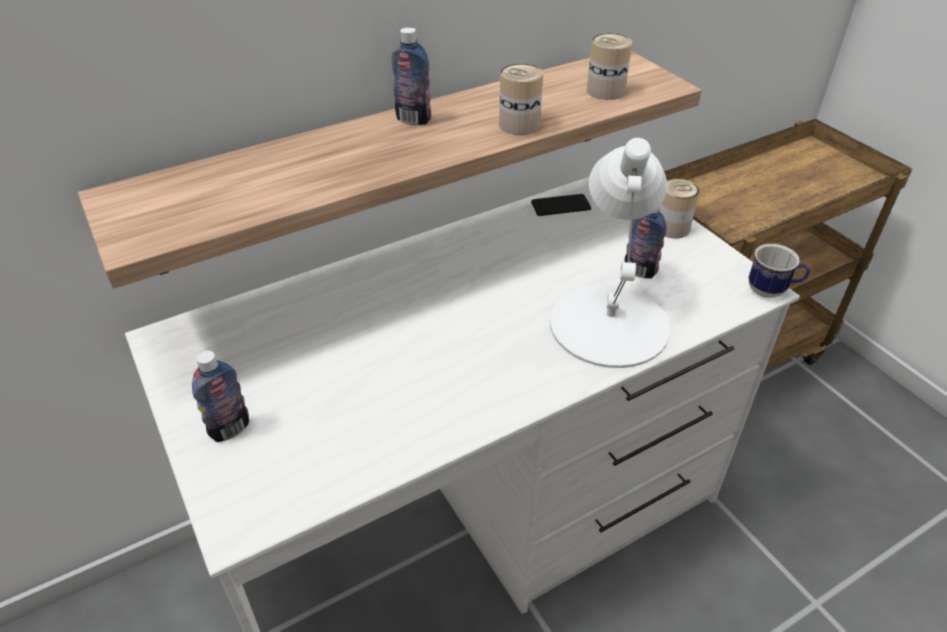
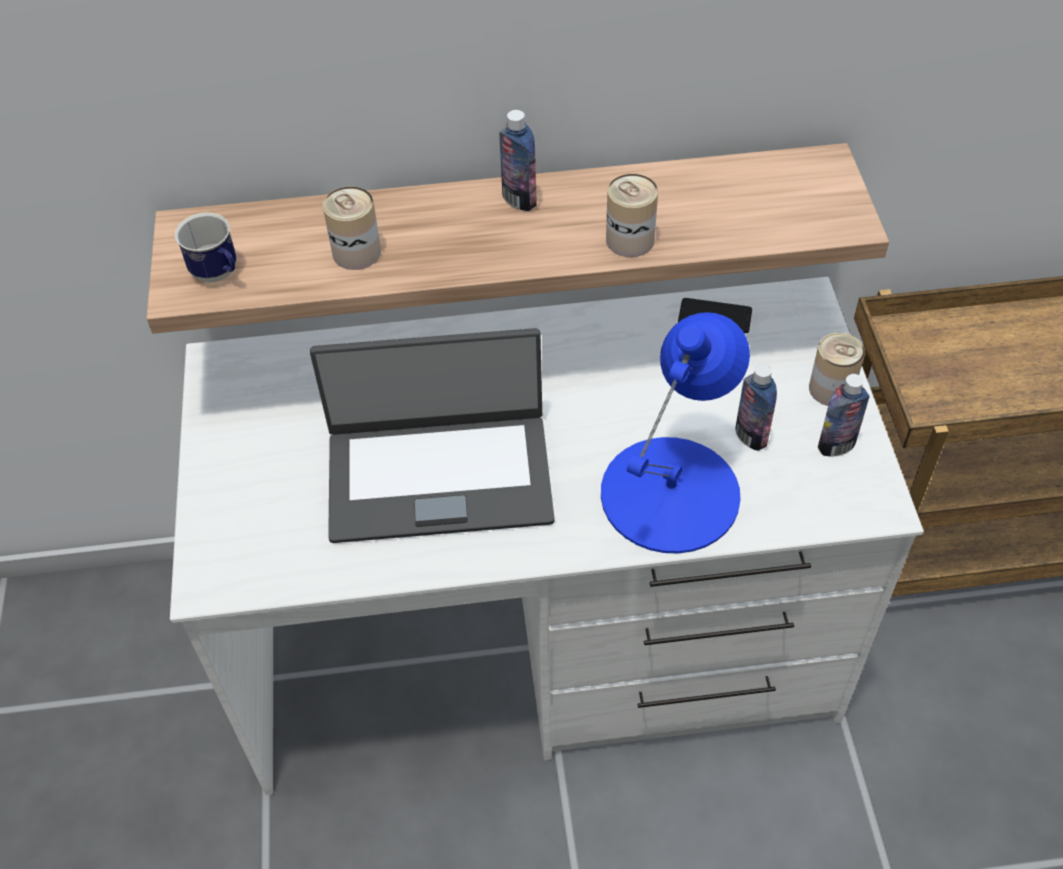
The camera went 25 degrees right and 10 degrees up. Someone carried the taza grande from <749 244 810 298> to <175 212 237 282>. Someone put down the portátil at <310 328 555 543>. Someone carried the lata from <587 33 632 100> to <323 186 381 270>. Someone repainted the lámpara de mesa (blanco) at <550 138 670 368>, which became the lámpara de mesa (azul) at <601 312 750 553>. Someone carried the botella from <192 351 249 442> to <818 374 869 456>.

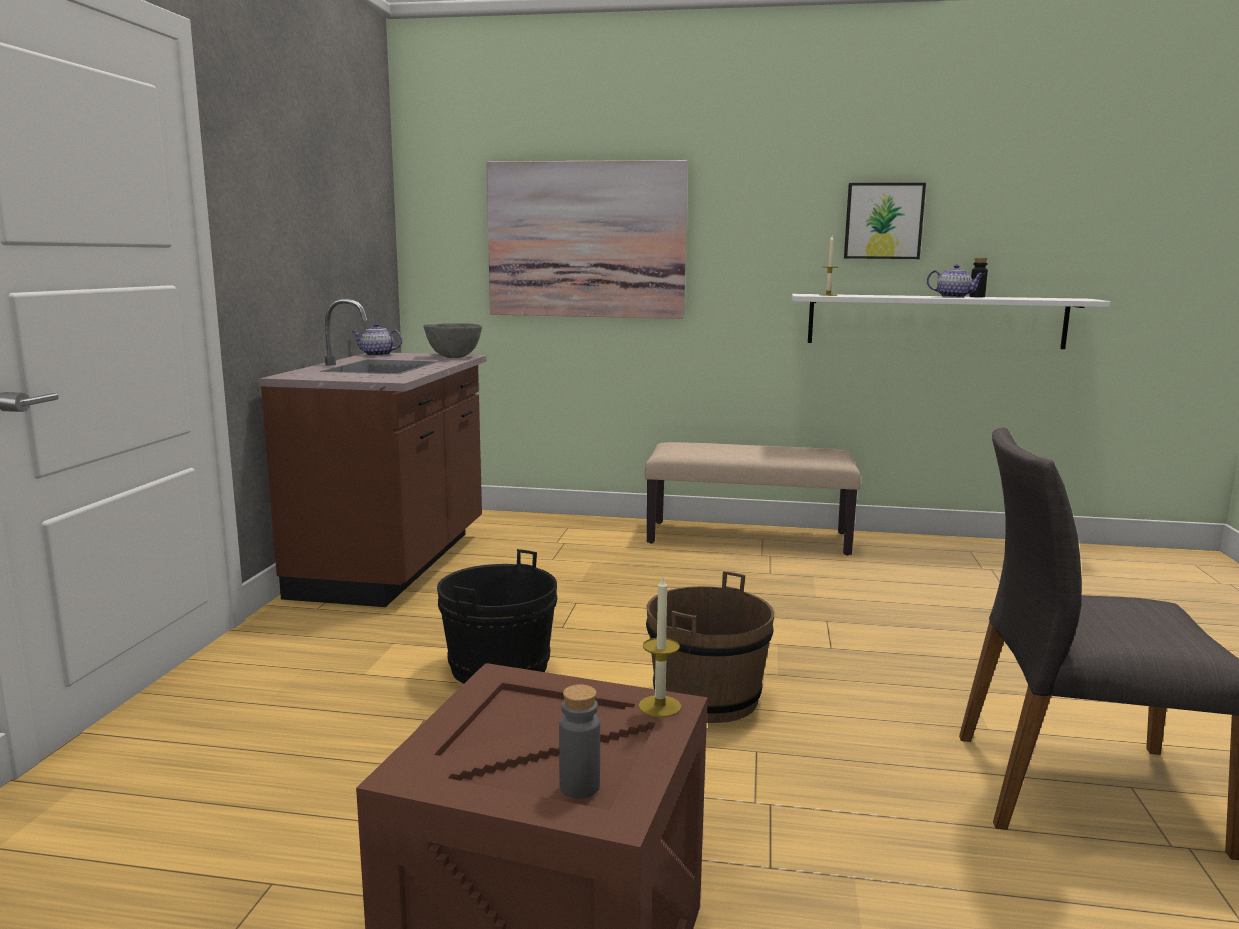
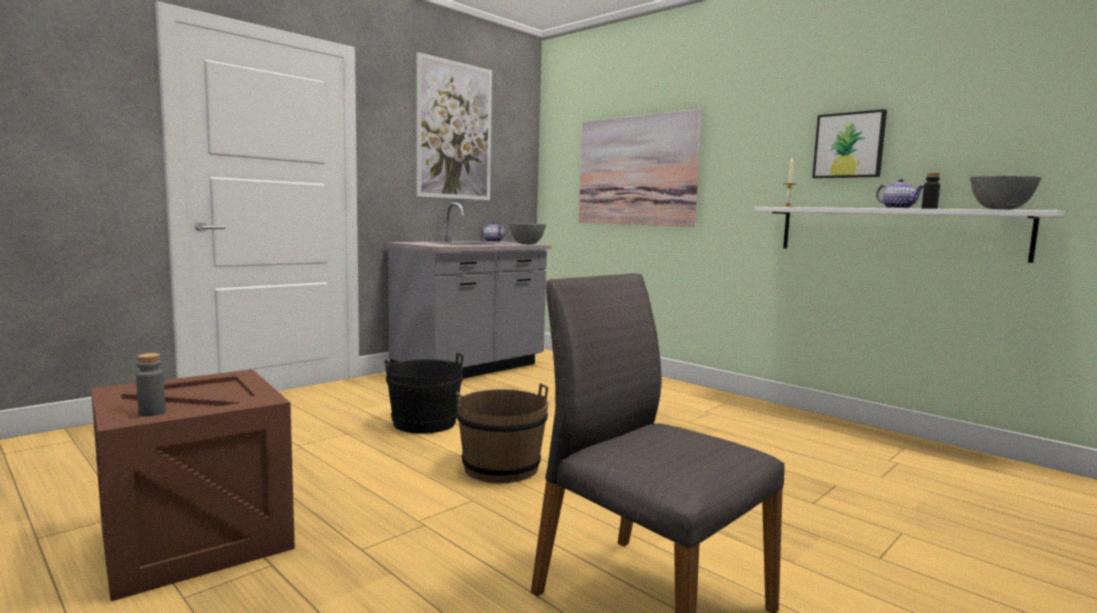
The camera went 35 degrees right and 5 degrees down. Someone repainted the mueble bajo de cocina (marrón) at <259 298 487 607>, which became the mueble bajo de cocina (gris) at <387 202 552 379>. Someone put up the cuadro at <417 52 492 200>. Someone put down the cuenco (gris) at <970 175 1041 210>. Someone took away the vela at <638 577 681 718>. Someone took away the banco (beis) at <645 442 861 555>.

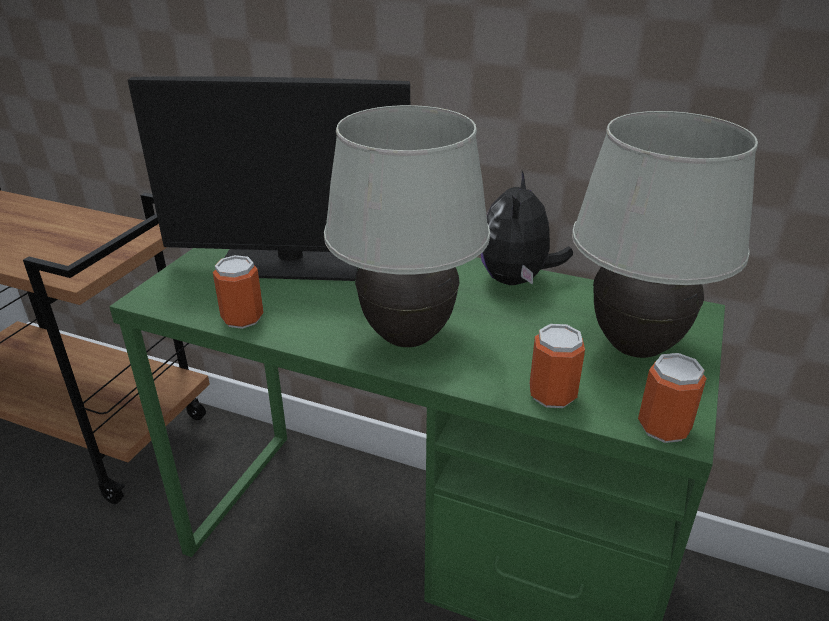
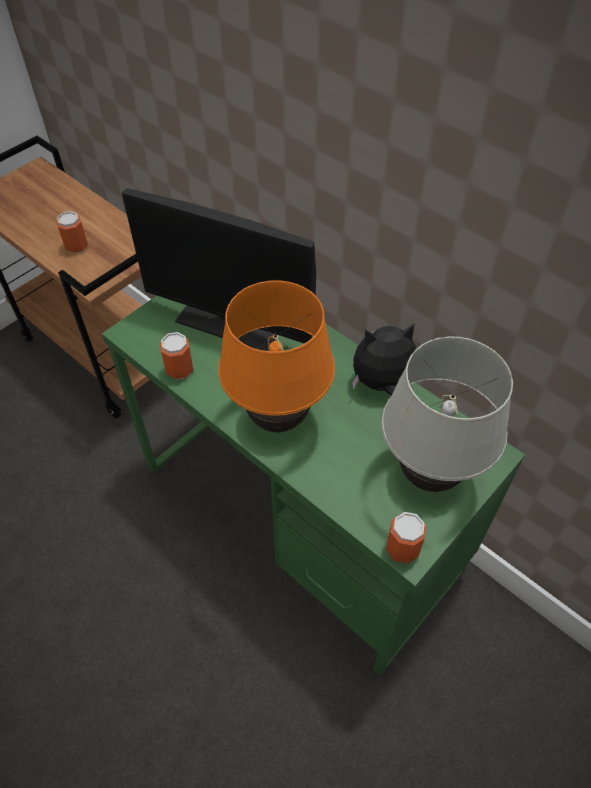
The camera went 20 degrees right and 20 degrees up. Someone carried the lata from <530 324 585 408> to <56 211 88 254>. Someone repainted the lámpara de mesa (blanco) at <324 105 490 347>, which became the lámpara de mesa (naranja) at <218 280 335 433>. Someone rotated the peluche at <481 171 573 285> by 45 degrees clockwise.

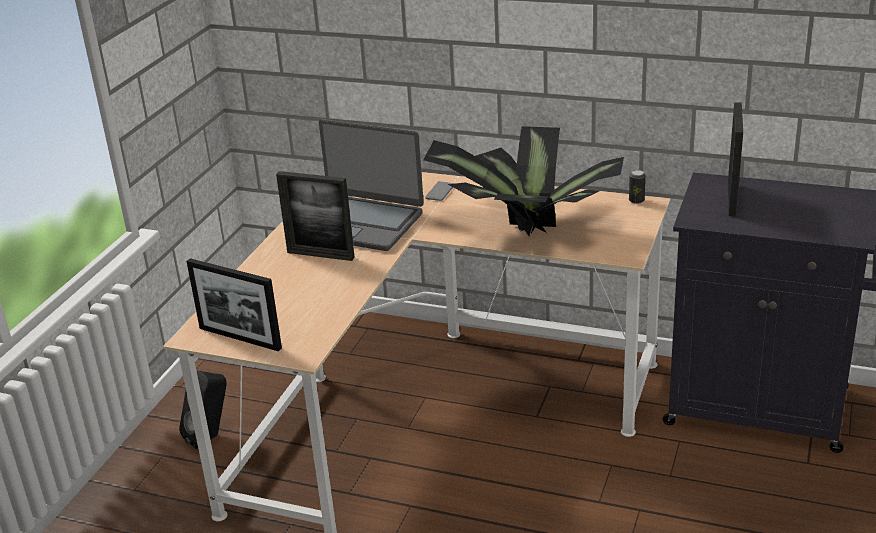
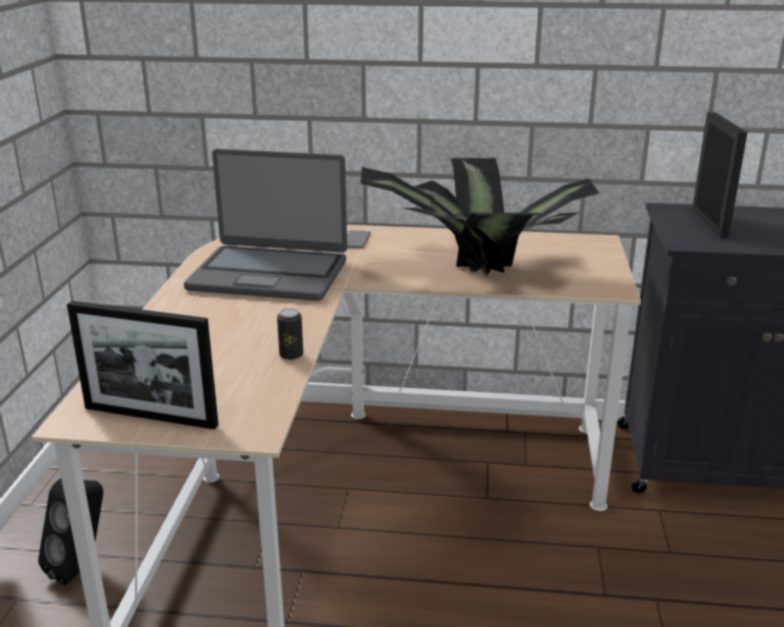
The camera went 15 degrees left and 5 degrees down. Someone carried the lata from <629 170 646 204> to <277 309 303 360>. Someone took away the portarretratos at <276 171 355 261>.

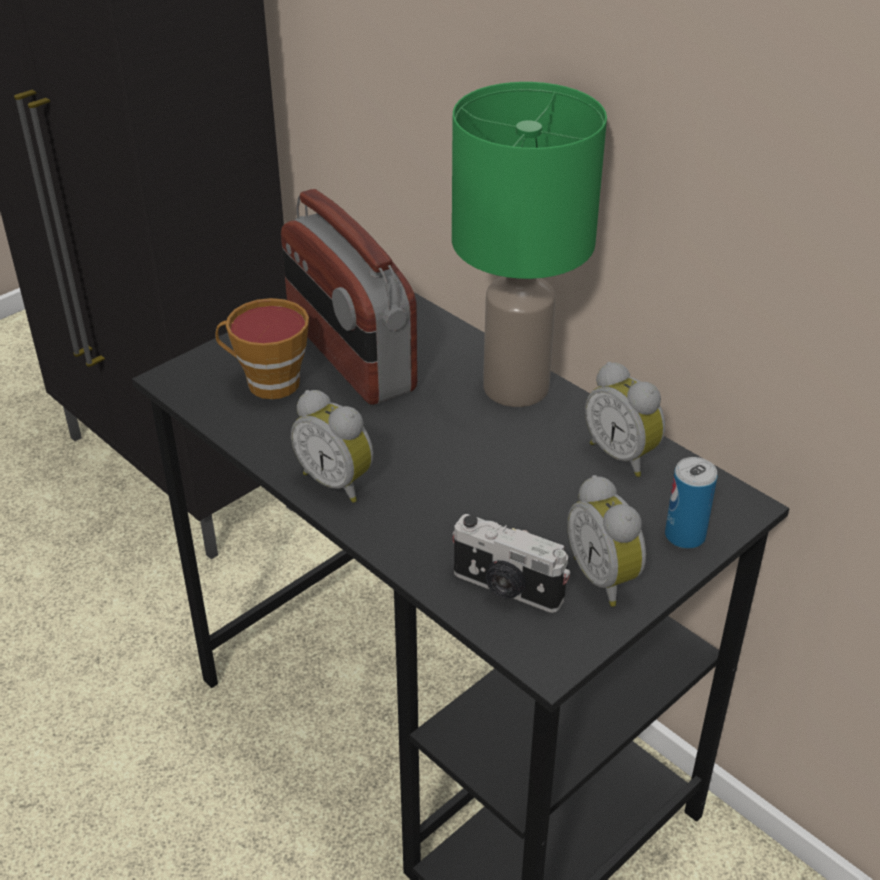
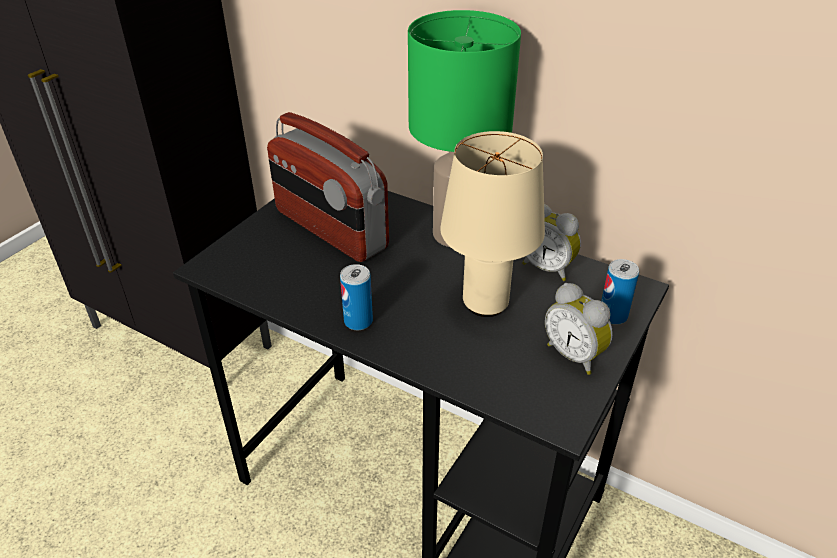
The camera went 15 degrees left and 0 degrees up. Someone swapped the despertador at <291 390 373 503> for the lata at <340 264 373 330>. Someone put down the lámpara de mesa (beis) at <440 131 545 317>. Someone took away the taza at <215 298 309 399>. Someone took away the cámara at <452 514 570 613>.

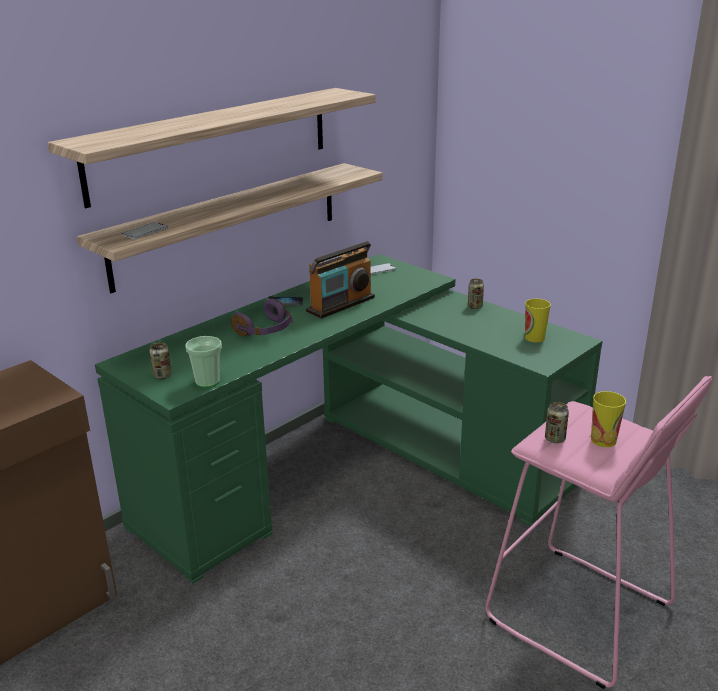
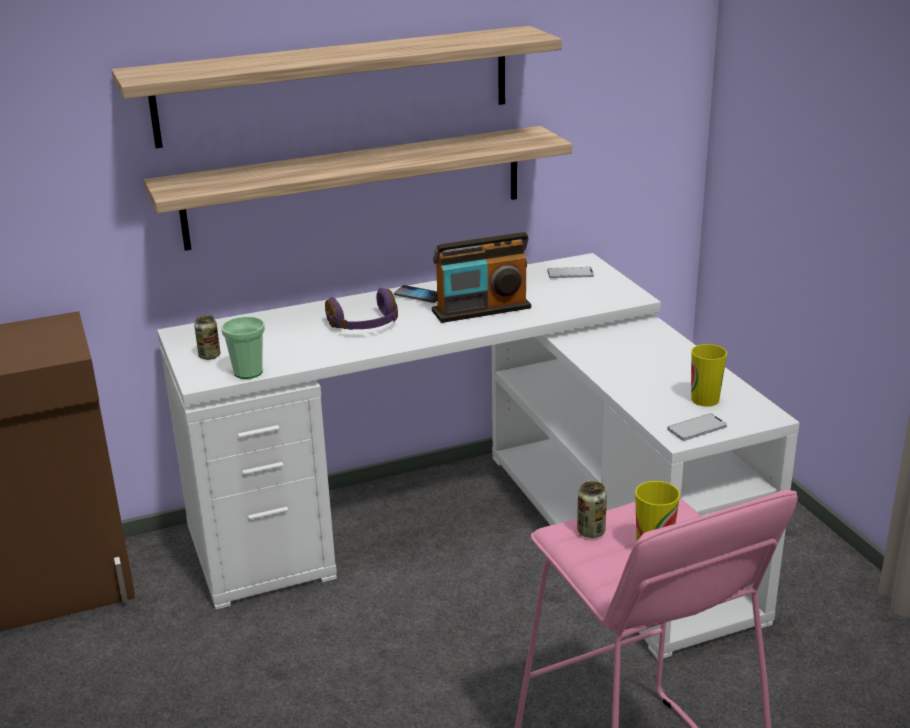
The camera went 25 degrees right and 0 degrees up. Someone repainted the escritorio (verde) at <95 254 602 584>, which became the escritorio (blanco) at <157 253 800 660>. Someone carried the móvil from <121 222 168 239> to <667 414 727 441>. Someone took away the lata at <468 279 484 309>.

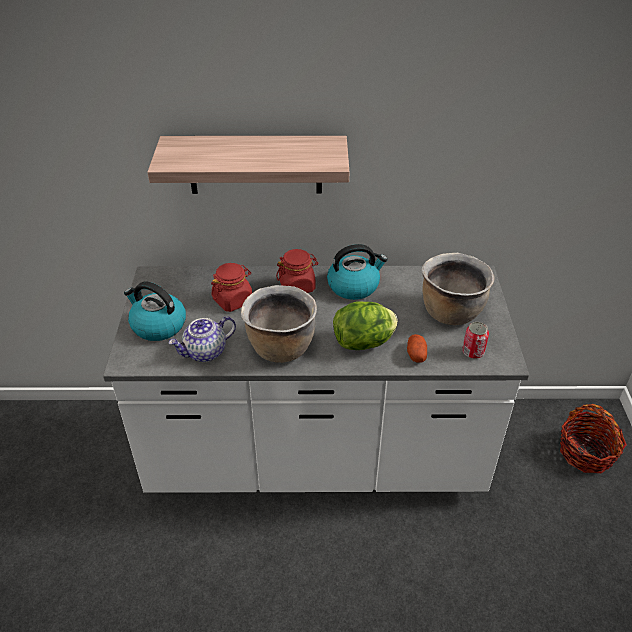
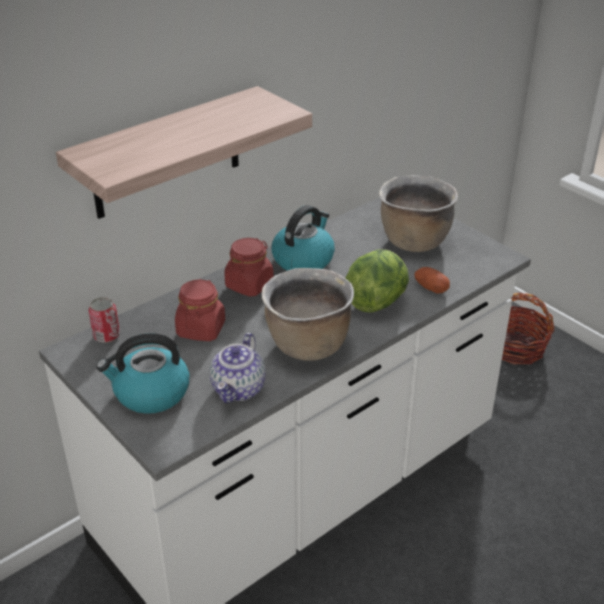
The camera went 40 degrees left and 5 degrees down. Someone carried the lata from <462 322 489 359> to <88 297 120 343>.

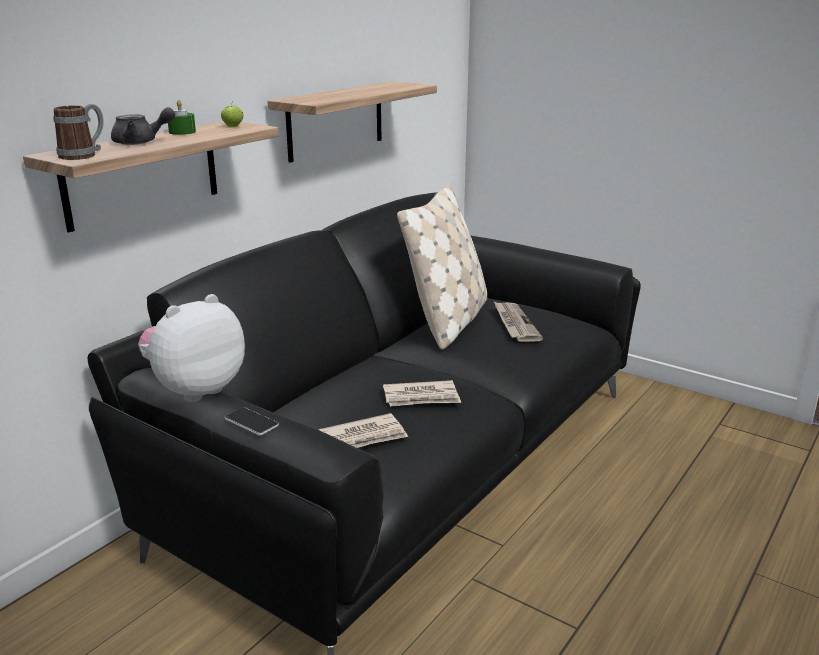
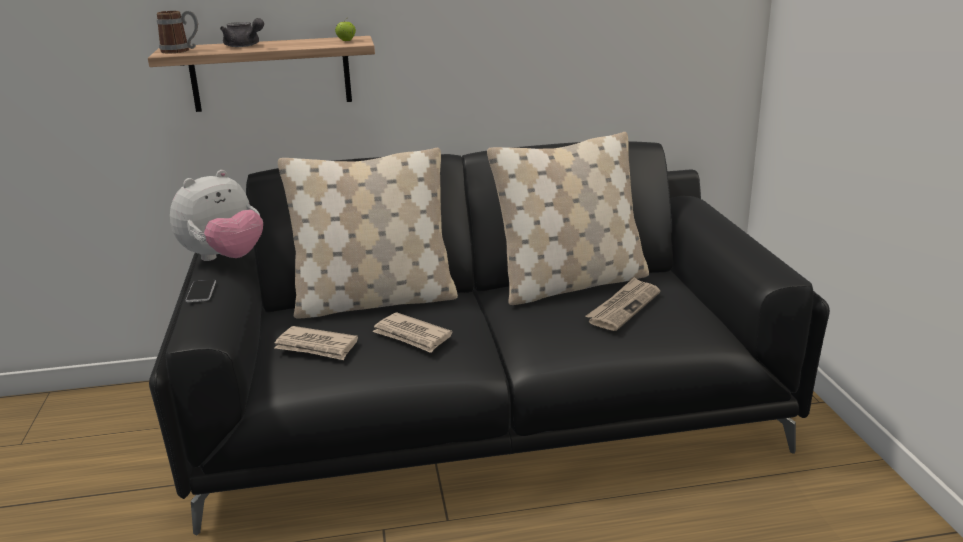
The camera went 45 degrees right and 0 degrees up. Someone rotated the peluche at <138 294 245 402> by 135 degrees clockwise. Someone put down the cojín (beis) at <278 148 458 319>. Someone took away the vela (verde) at <168 100 196 135>. Someone took away the estante at <267 81 437 163>.

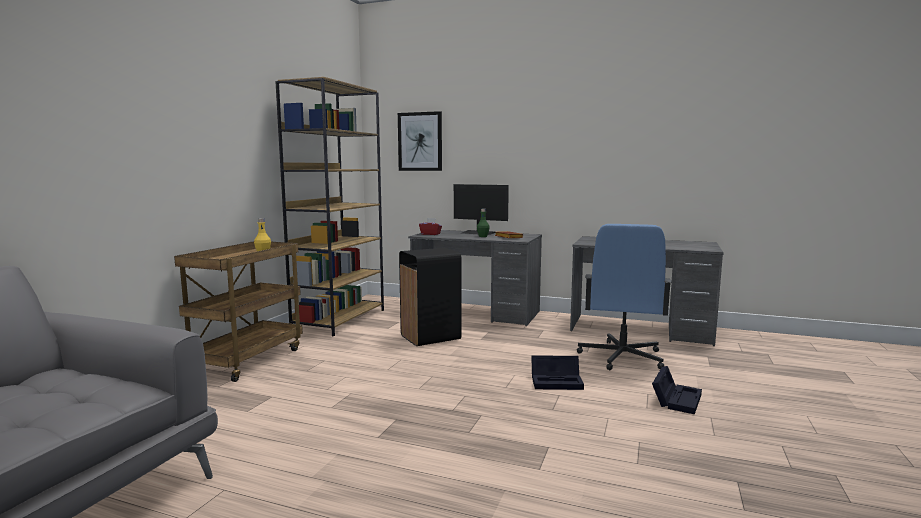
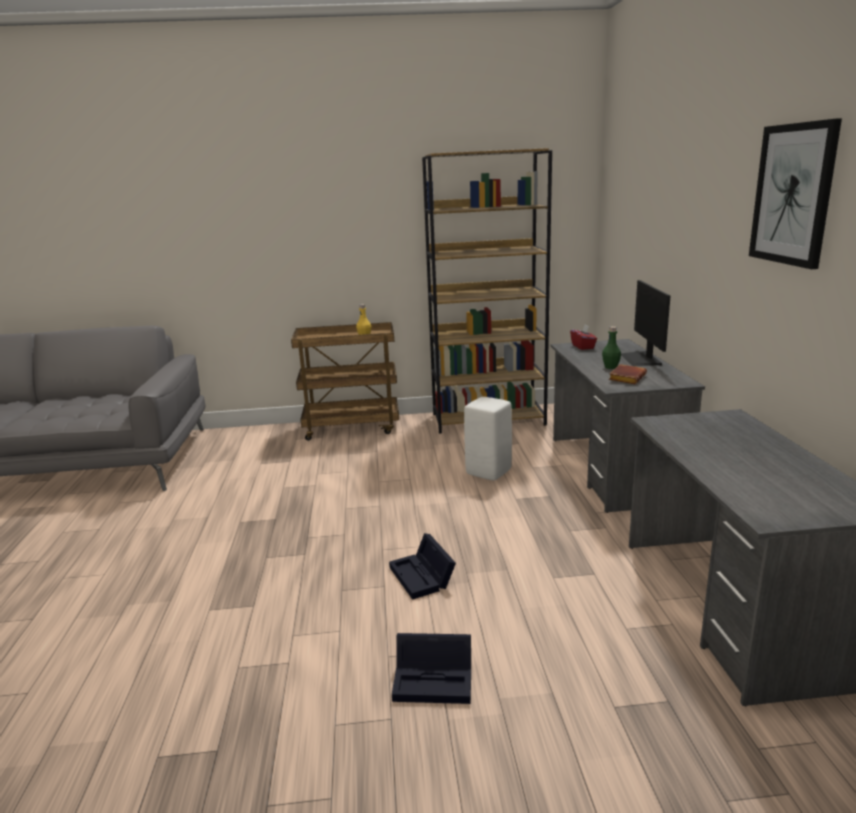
The camera went 65 degrees right and 10 degrees up. Someone swapped the papelera (negro) at <399 248 462 346> for the taburete (blanco) at <464 397 512 480>. Someone carried the cuadro from <398 111 442 171> to <749 118 842 269>. Someone took away the silla de oficina (azul) at <577 224 672 370>.

